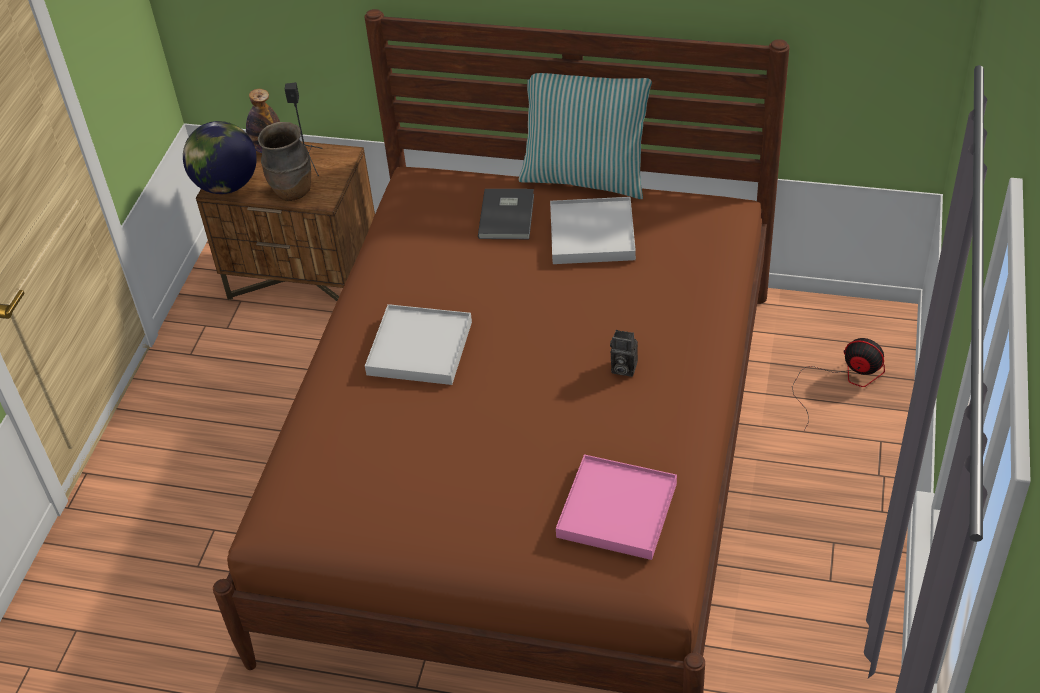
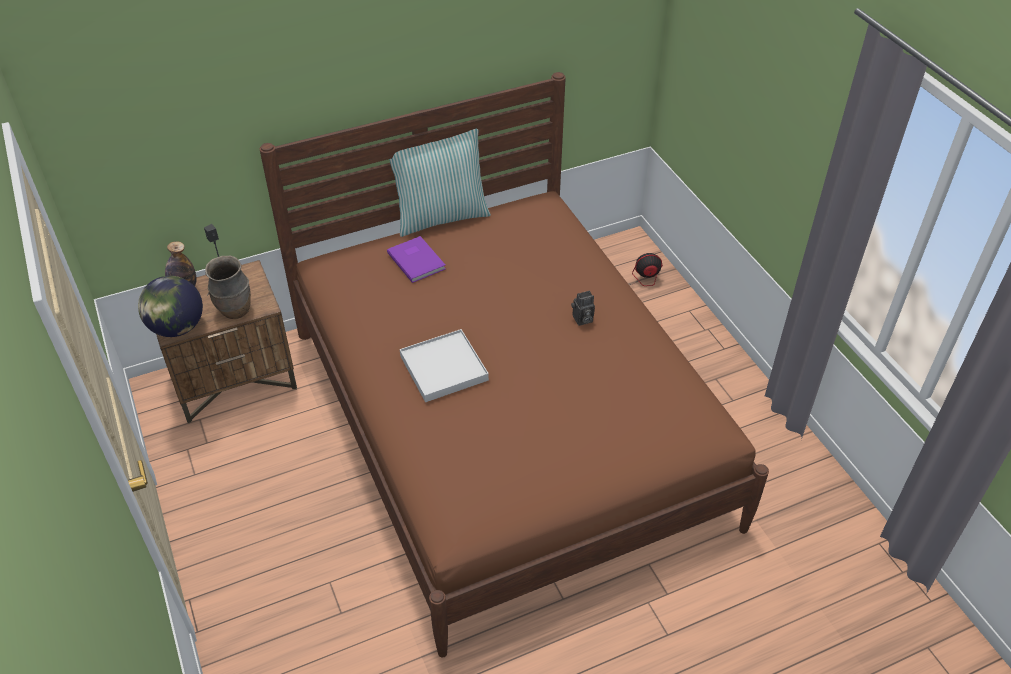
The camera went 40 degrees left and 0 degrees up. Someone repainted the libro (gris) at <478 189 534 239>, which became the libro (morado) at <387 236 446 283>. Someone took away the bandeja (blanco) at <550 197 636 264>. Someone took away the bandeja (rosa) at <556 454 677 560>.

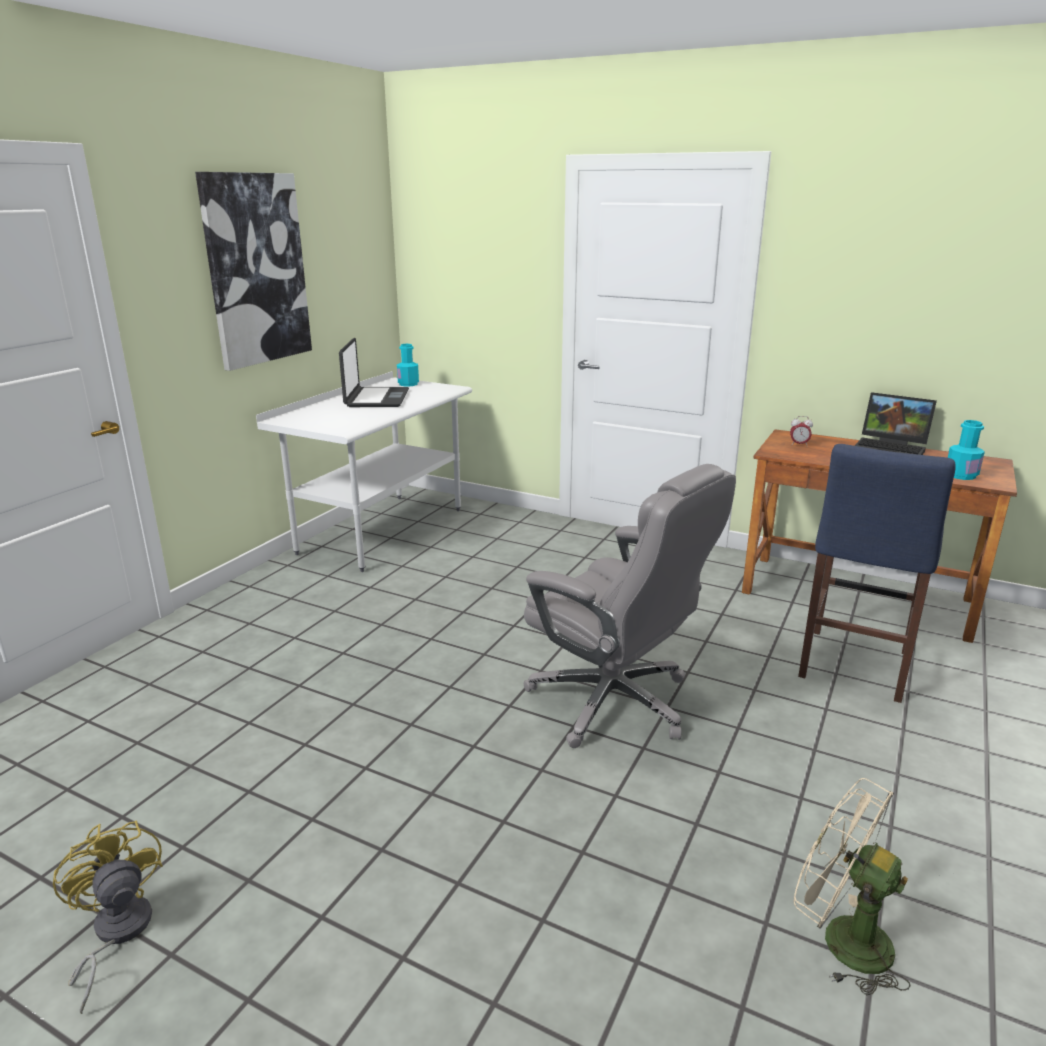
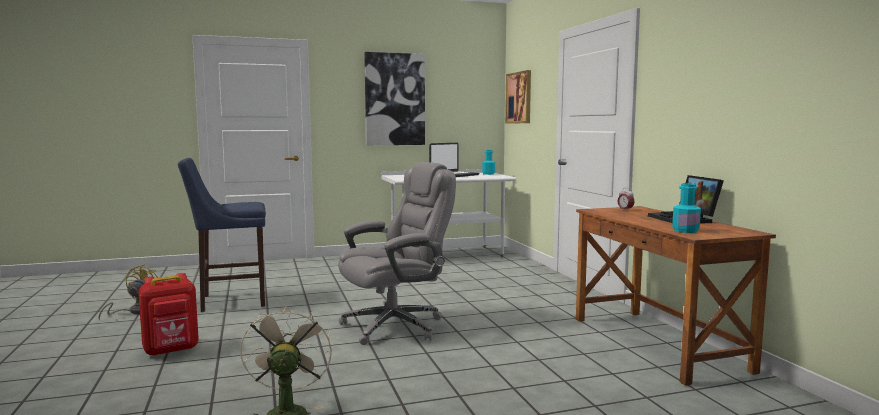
The camera went 45 degrees right and 15 degrees down. Someone put down the mochila (rojo) at <138 273 199 356>. Someone carried the taburete (azul) from <798 444 956 703> to <178 158 266 312>. Someone rotated the silla de oficina (gris) at <524 464 736 748> by 120 degrees counterclockwise. Someone put up the cuadro at <505 70 531 123>.

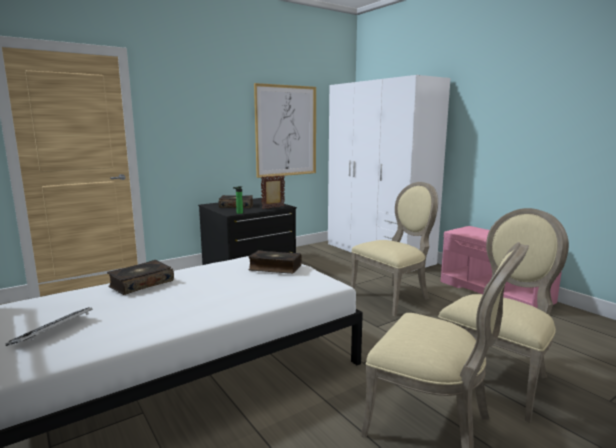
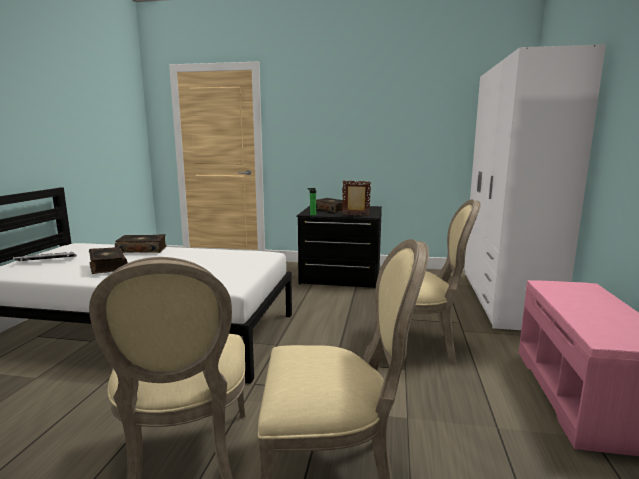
The camera went 45 degrees right and 0 degrees up. Someone carried the libro from <248 250 302 274> to <89 247 128 274>. Someone took away the cuadro at <254 83 316 178>.

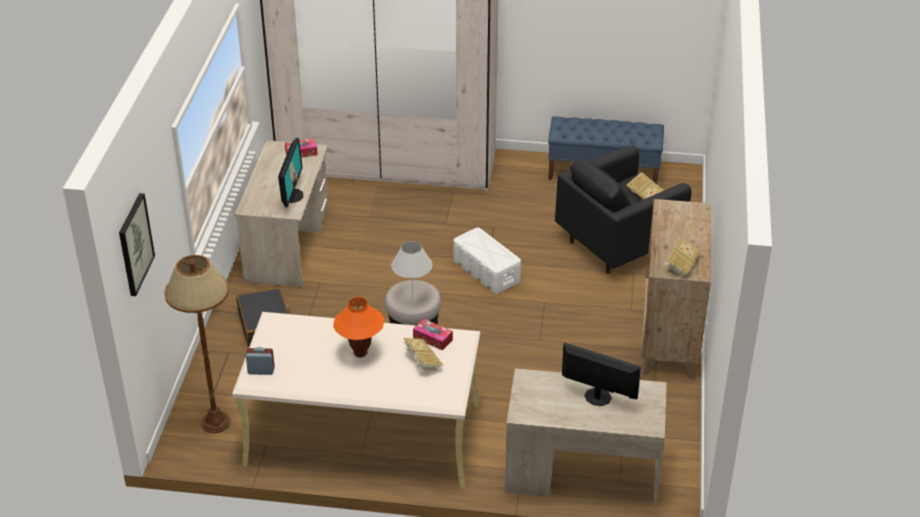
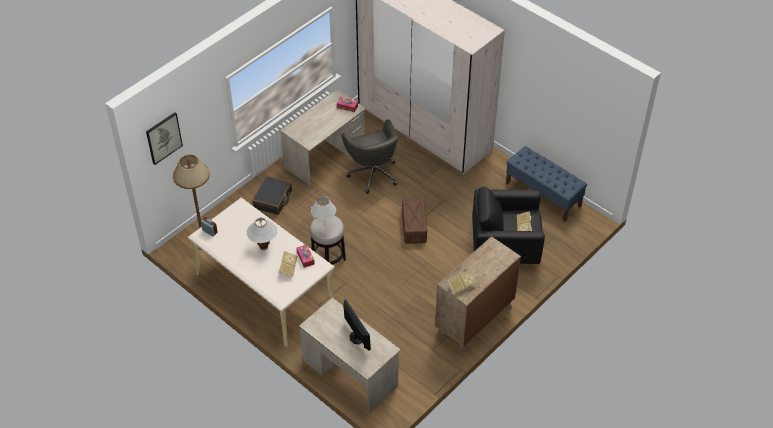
The camera went 35 degrees right and 10 degrees up. Someone repainted the lámpara de mesa (naranja) at <333 297 384 357>, which became the lámpara de mesa (blanco) at <247 217 277 250>. Someone put down the silla de oficina (gris) at <341 119 398 194>. Someone repainted the caja de almacenaje (blanco) at <453 227 521 294>, which became the caja de almacenaje (marrón) at <402 198 427 244>. Someone took away the monitor at <278 138 304 207>.

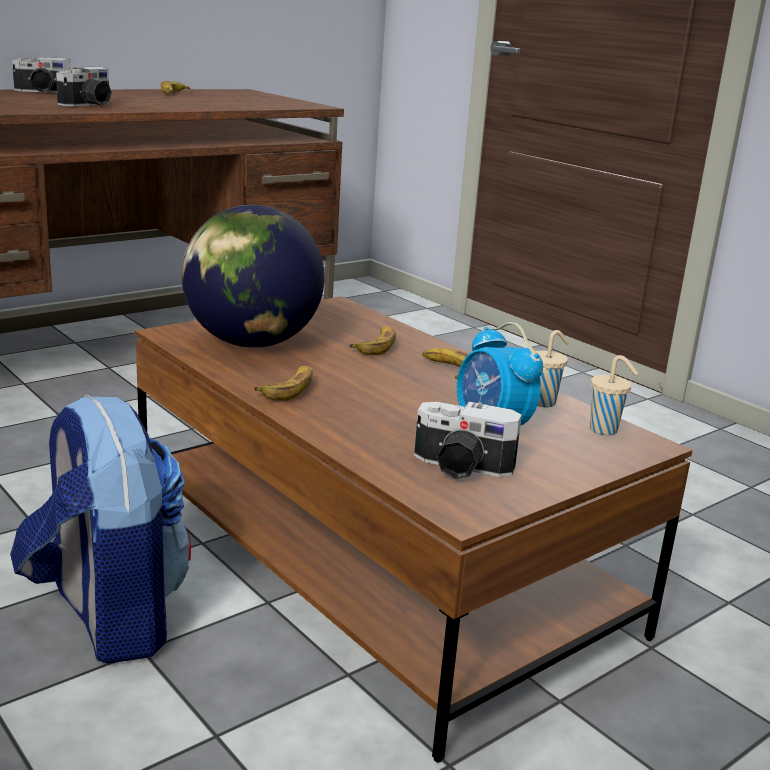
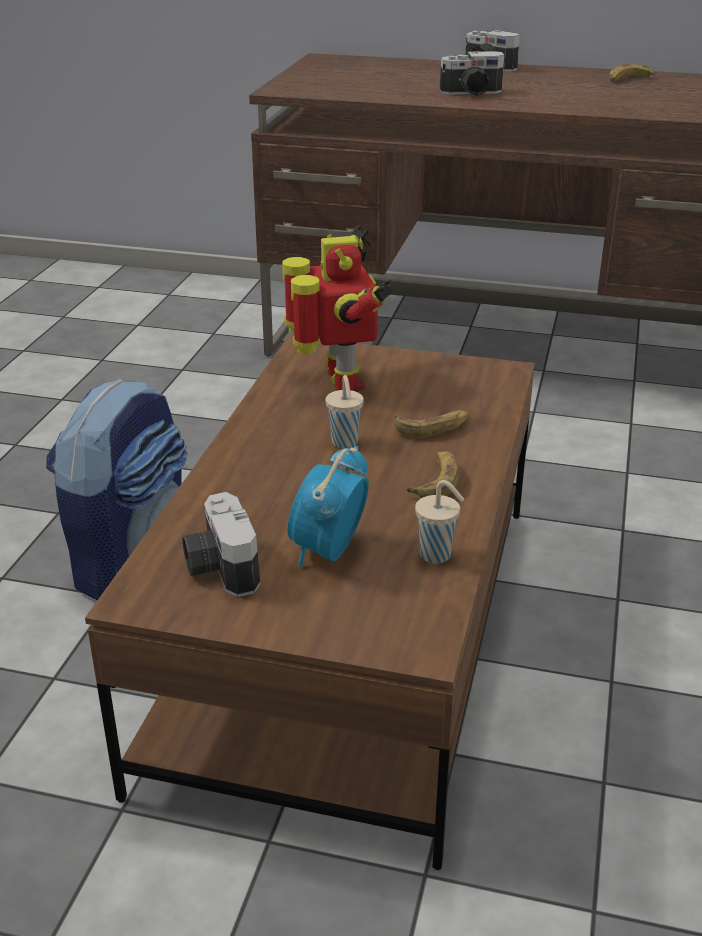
The camera went 55 degrees right and 10 degrees up. Someone swapped the globo terráqueo at <181 205 325 348> for the robot de juguete at <282 225 393 391>. Someone carried the taza (beis) from <590 355 638 435> to <326 375 364 448>. Someone took away the plátano at <254 366 313 401>.

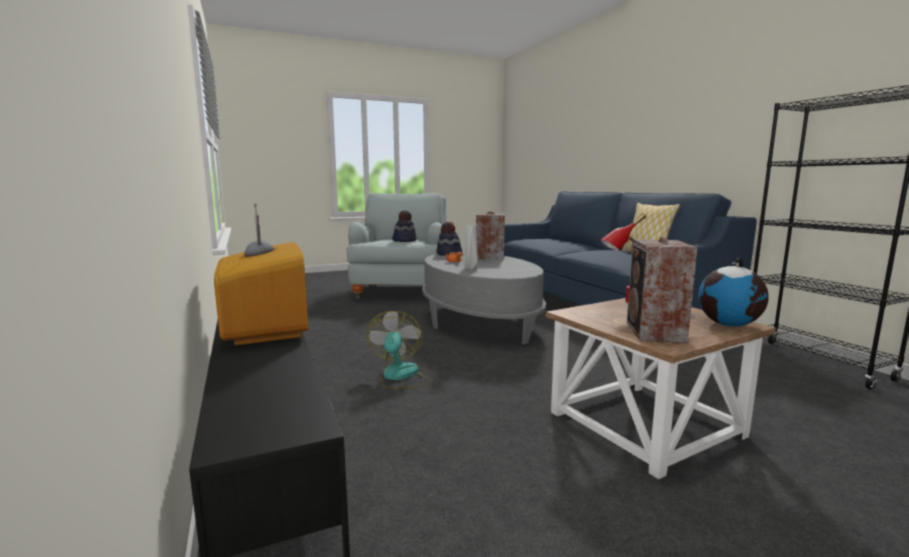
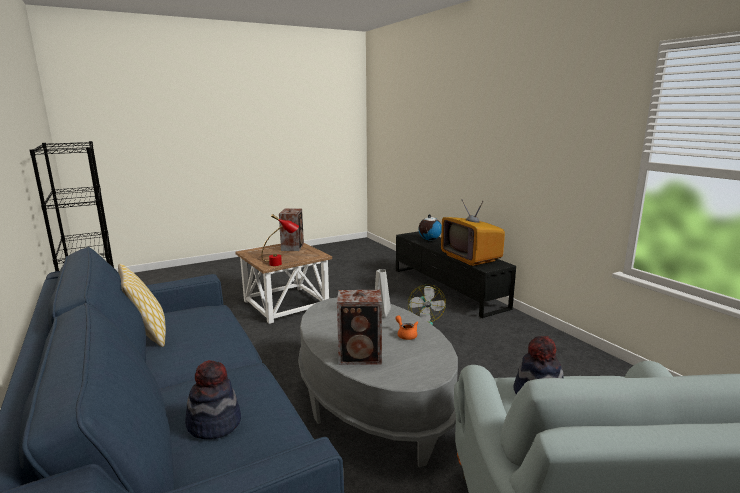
The camera went 175 degrees right and 5 degrees up. Someone carried the sombrero from <437 222 462 256> to <185 360 241 439>. Someone carried the globo terráqueo from <698 258 769 326> to <418 214 442 240>.

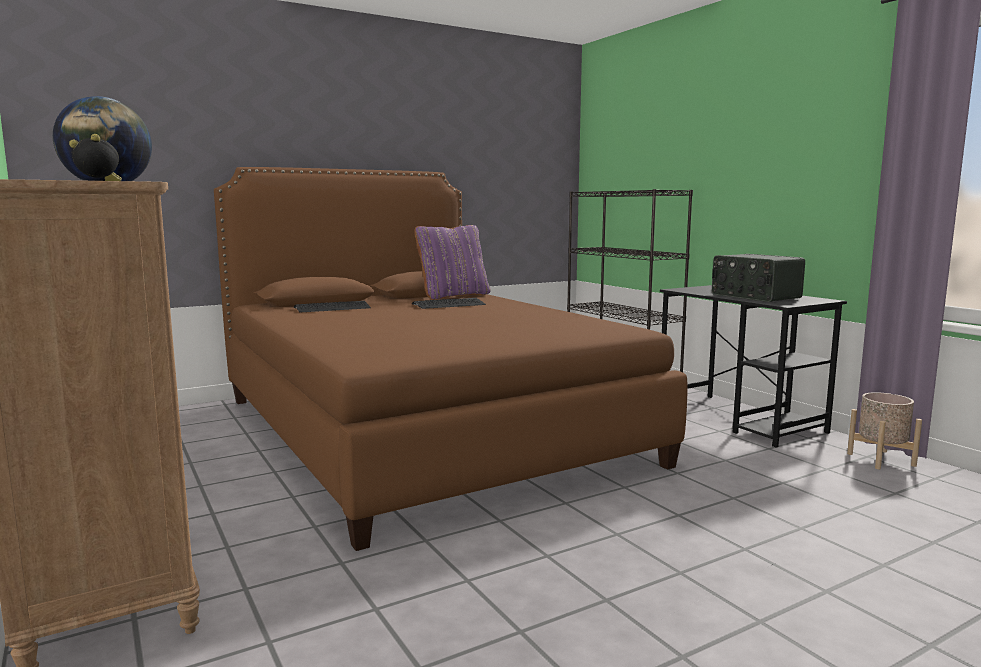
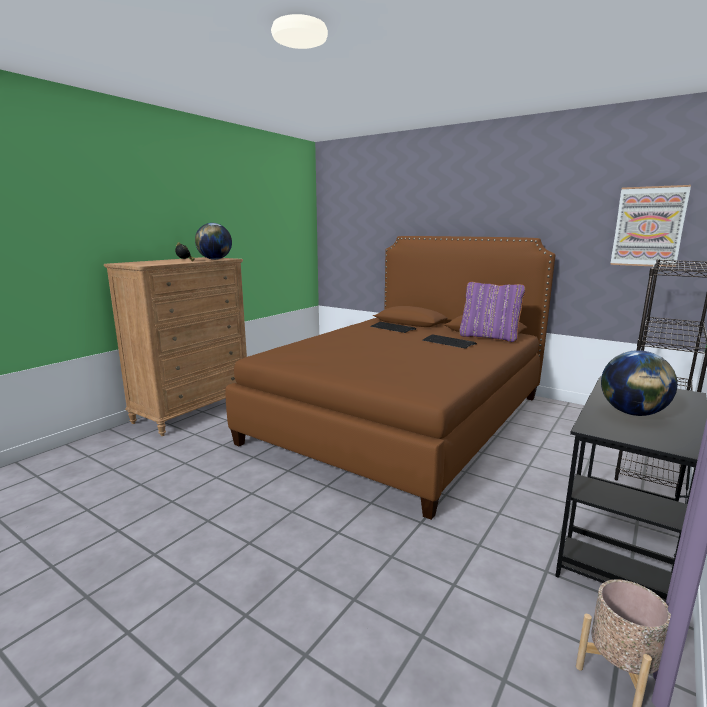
The camera went 65 degrees right and 5 degrees up. Someone swapped the radio at <712 254 805 302> for the globo terráqueo at <601 350 678 416>. Someone put up the cuadro at <610 185 691 267>.

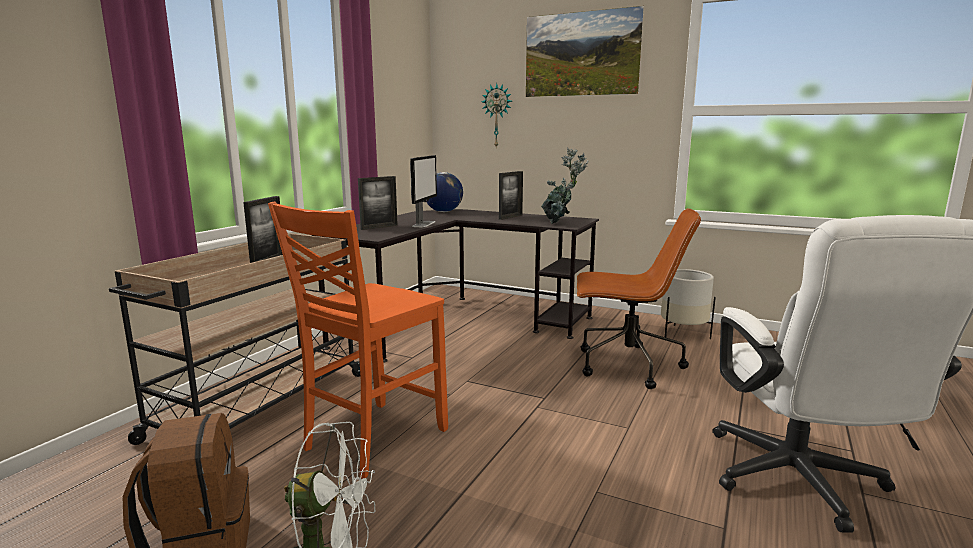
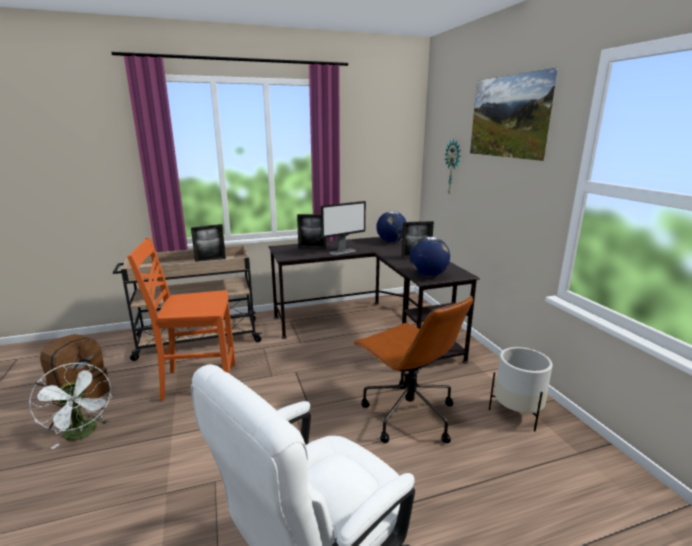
The camera went 45 degrees right and 5 degrees up. Someone swapped the planta en maceta at <541 148 588 224> for the globo terráqueo at <410 237 450 277>.

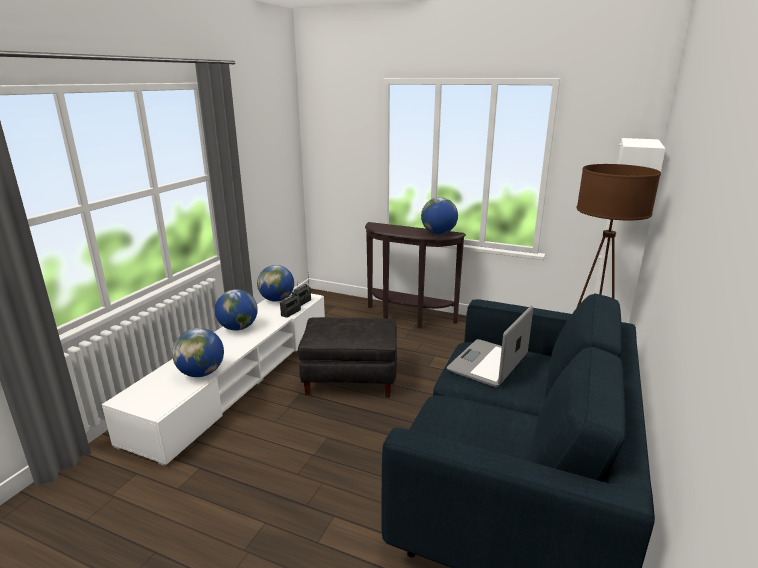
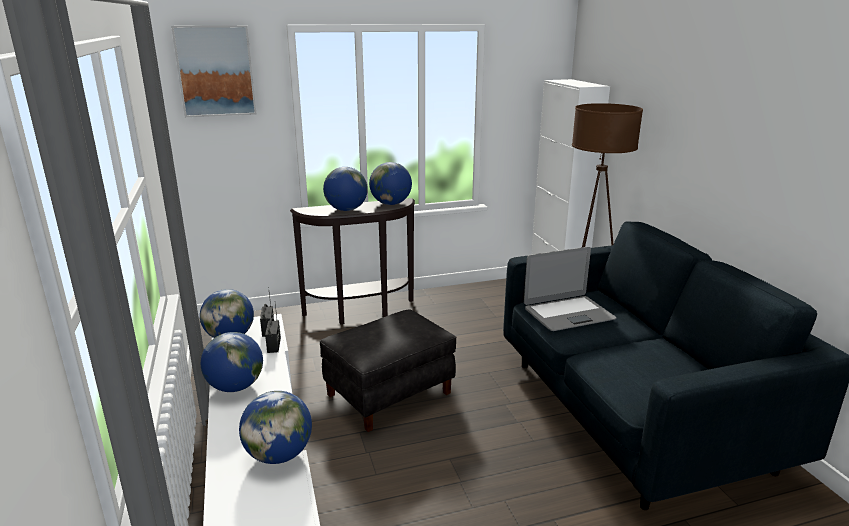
The camera went 40 degrees left and 0 degrees up. Someone put up the cuadro at <171 26 256 117>. Someone put down the globo terráqueo at <323 167 368 211>. Someone rotated the portátil at <447 306 533 387> by 105 degrees counterclockwise.

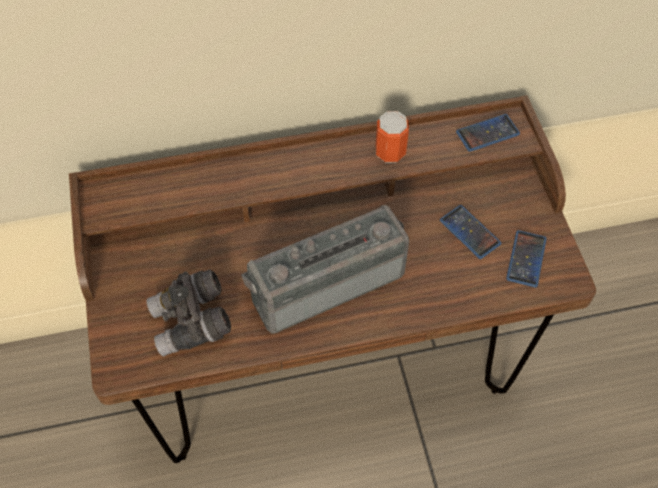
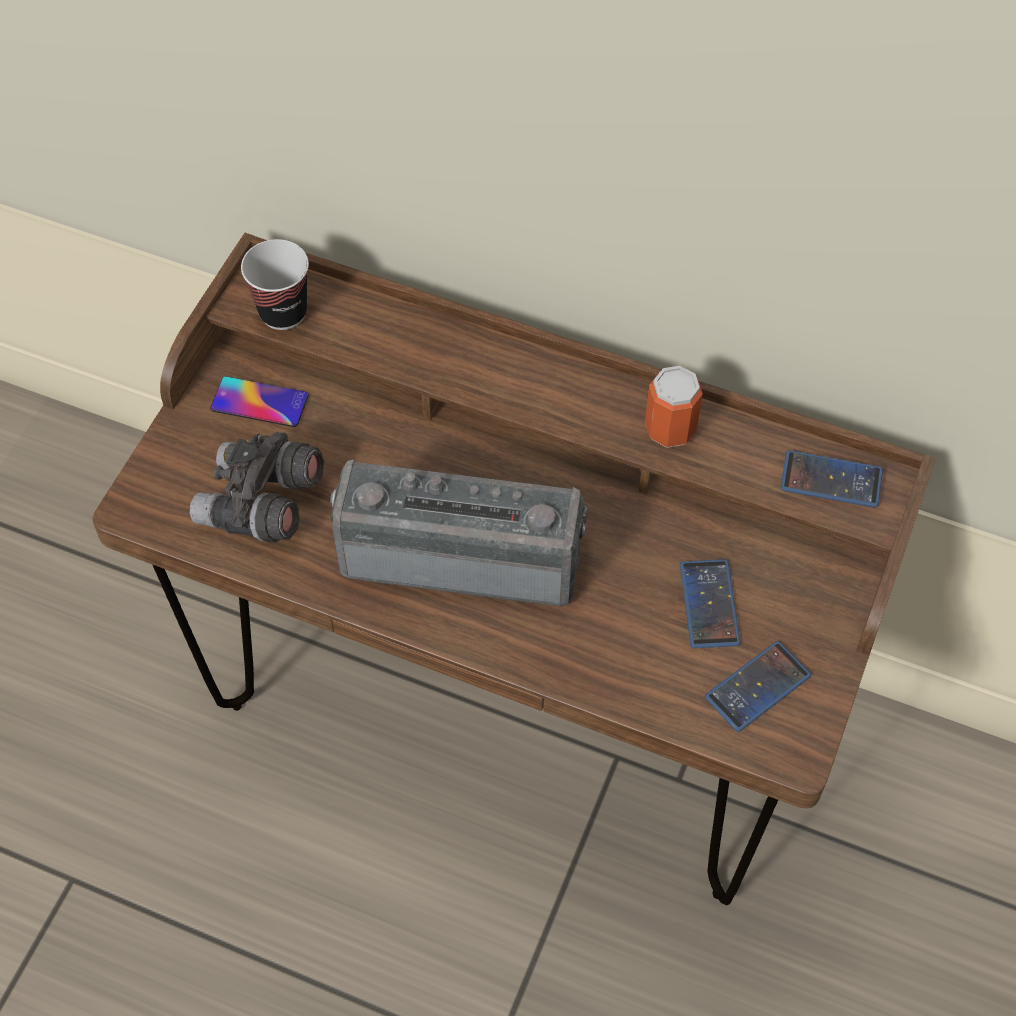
The camera went 35 degrees right and 0 degrees up. Someone put down the móvil at <210 376 309 427>. Someone put down the taza at <241 239 309 330>.

